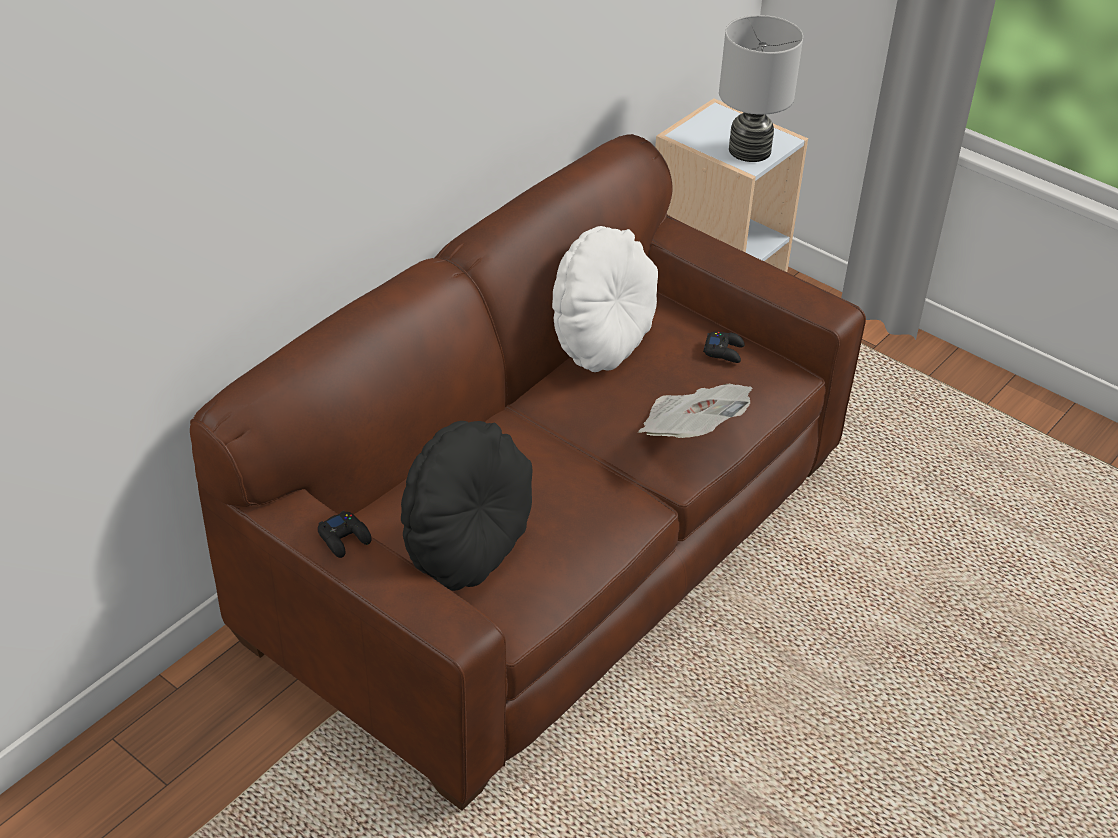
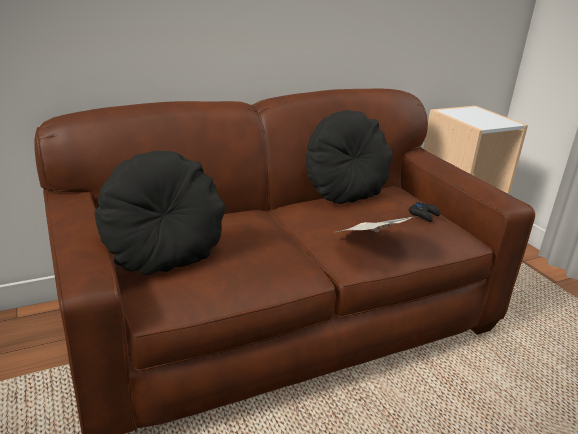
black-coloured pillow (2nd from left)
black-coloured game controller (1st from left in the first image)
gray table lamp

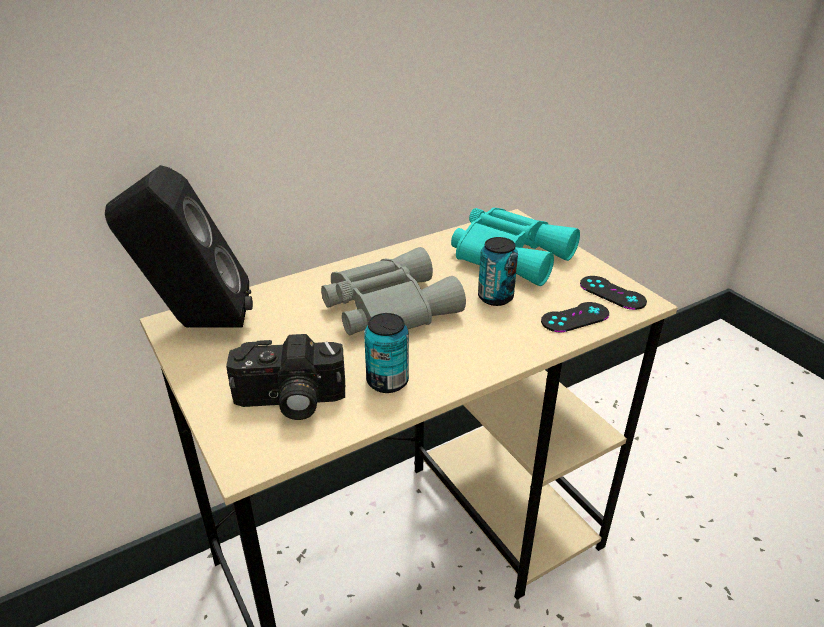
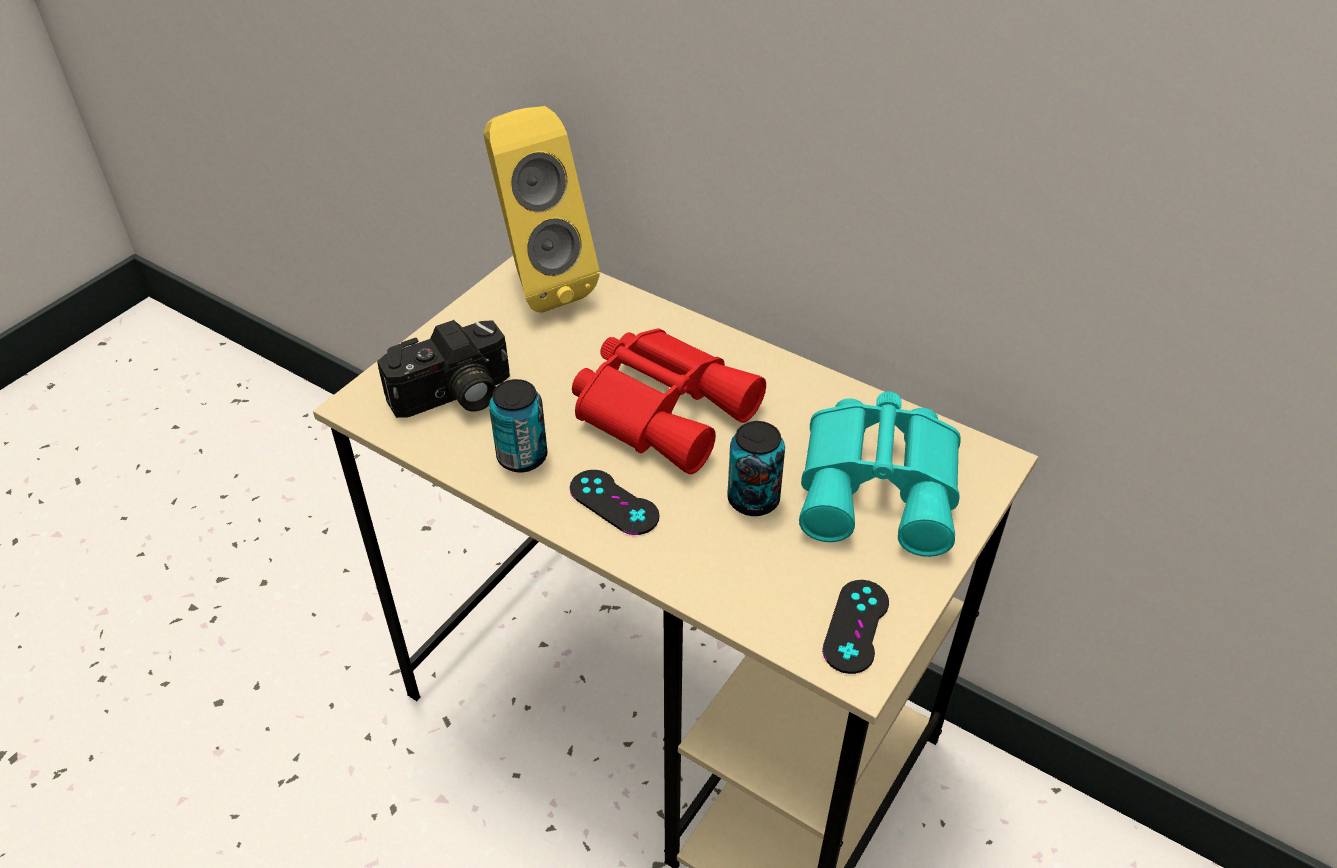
still camera
yellow-coloured audio speaker
black-coloured game controller (1st from left)
red-coloured pair of binoculars

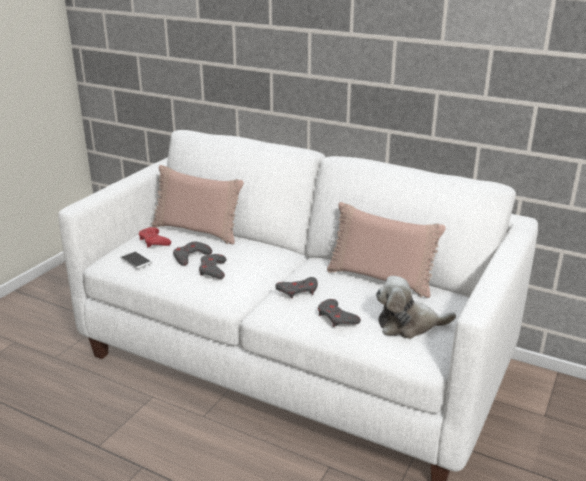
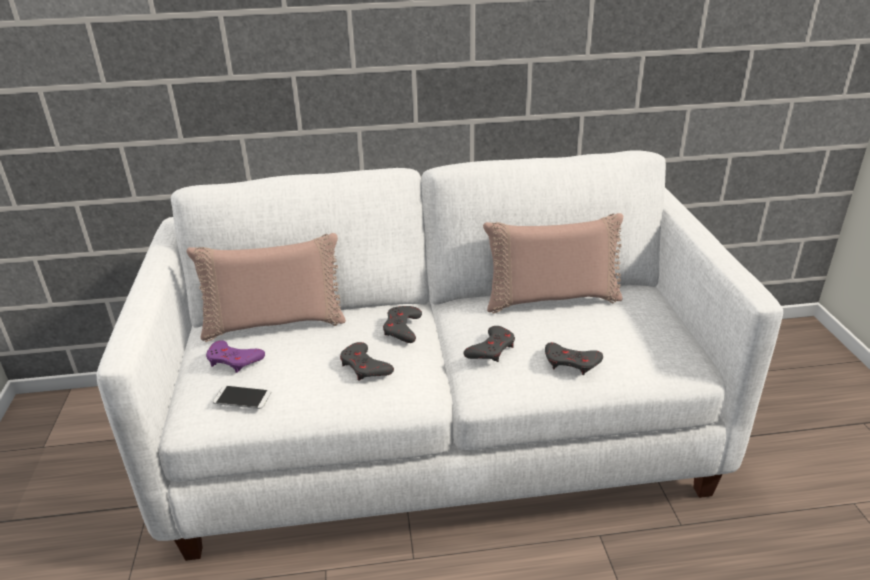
purple-coloured game controller
gray game controller (2nd from left)
cuddly toy

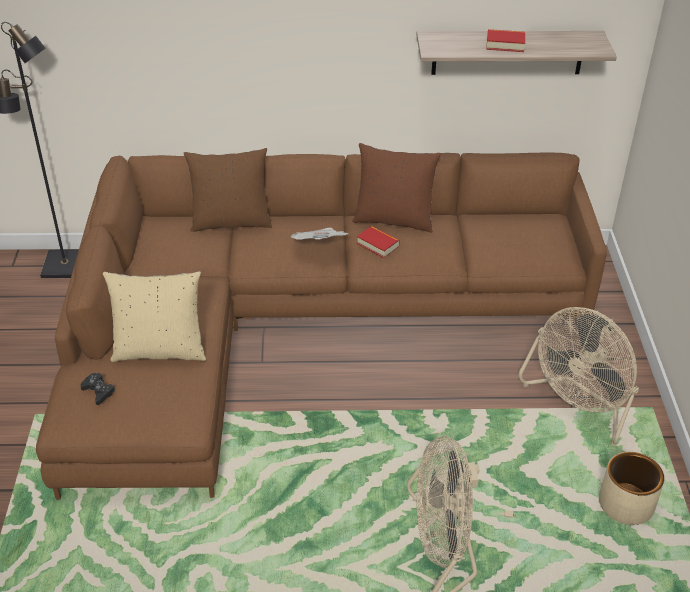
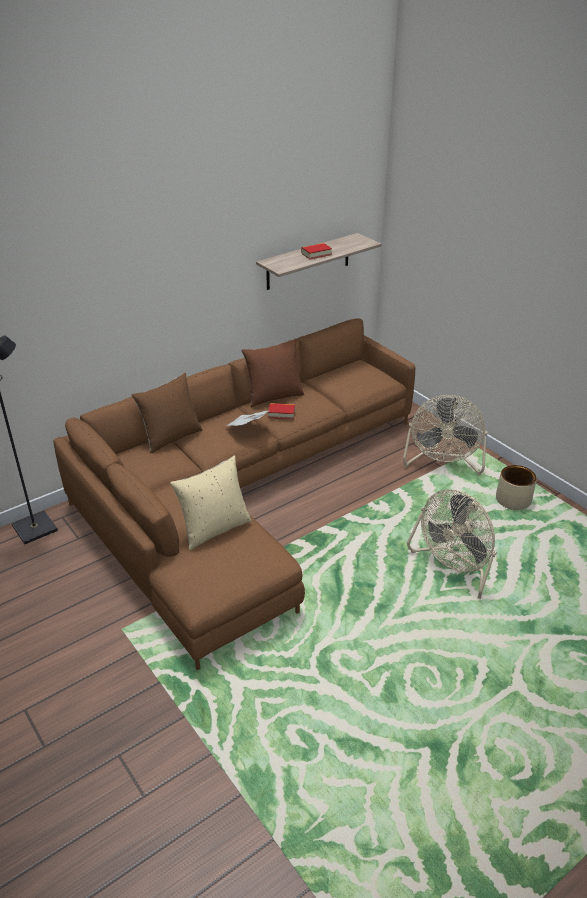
black-coloured game controller

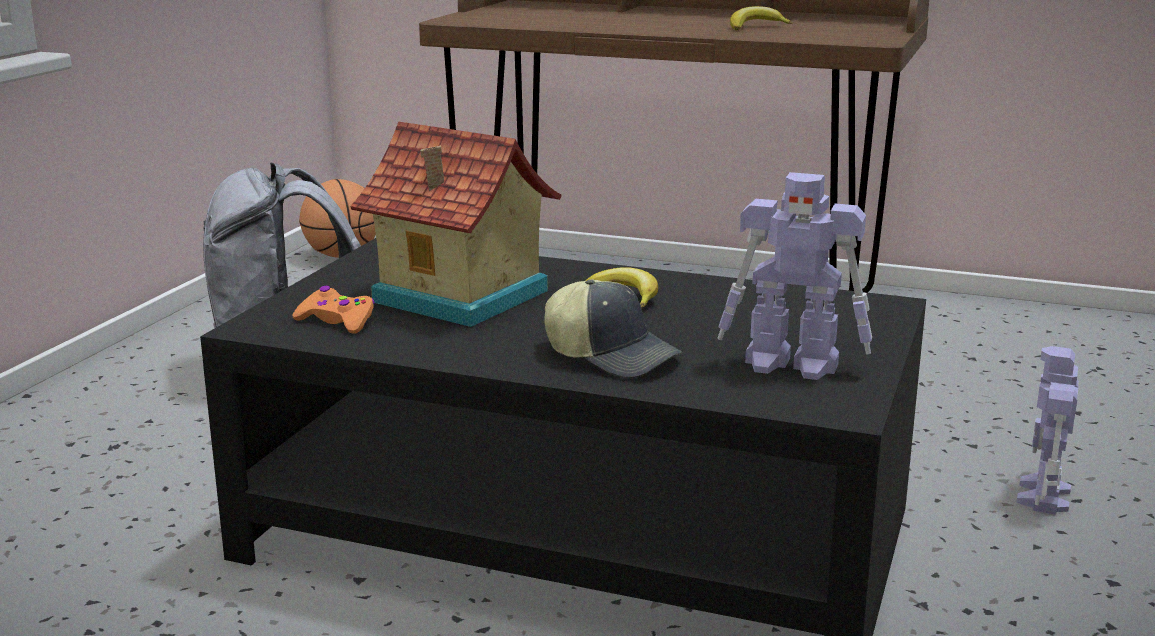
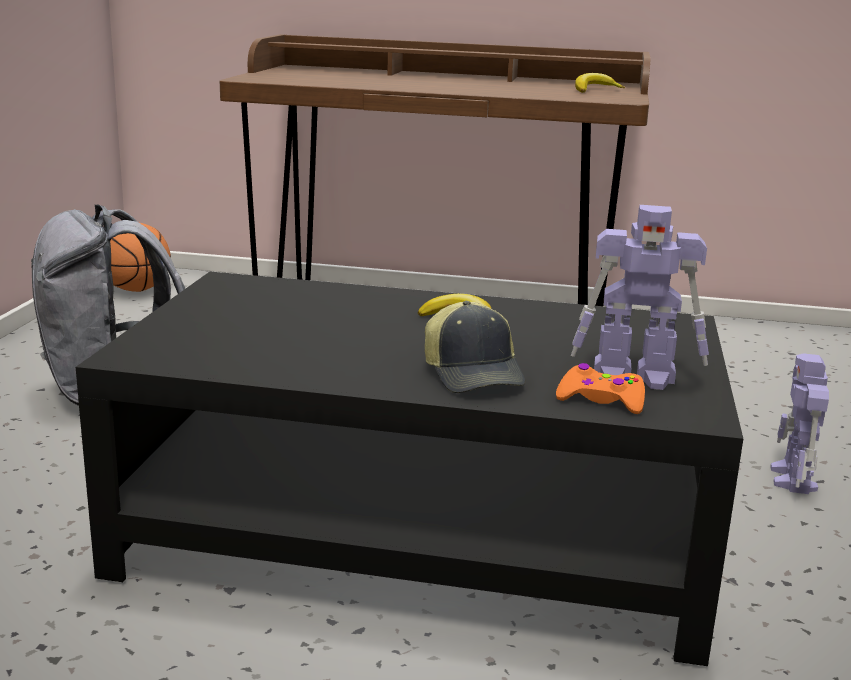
baseball cap
orange-coloured game controller
banana fruit (2nd from left)
miniature house

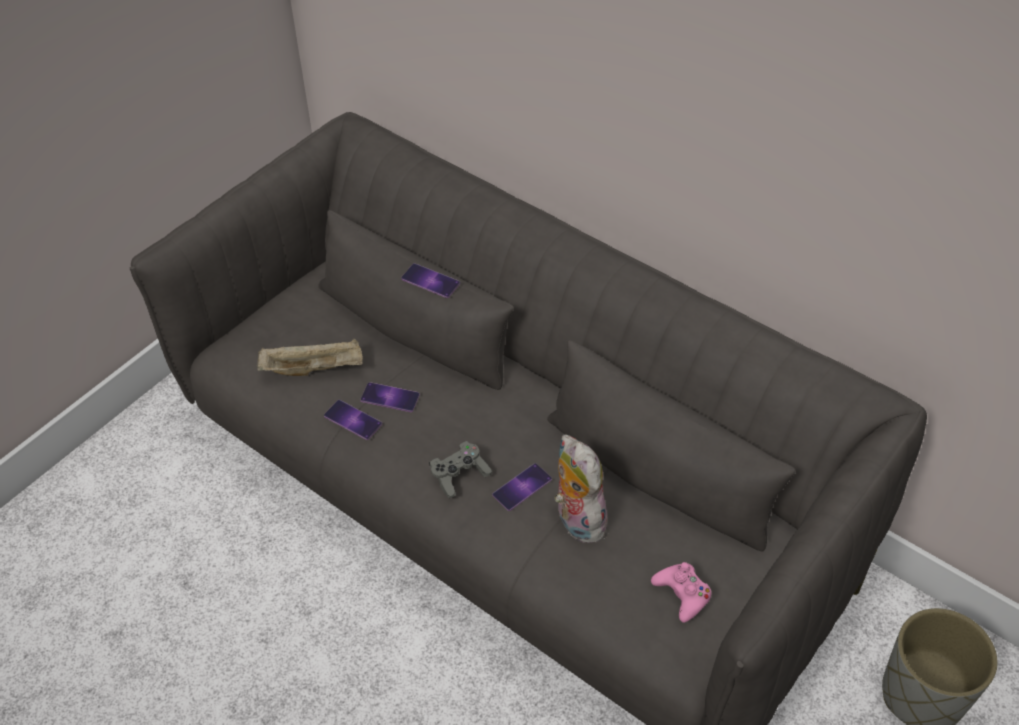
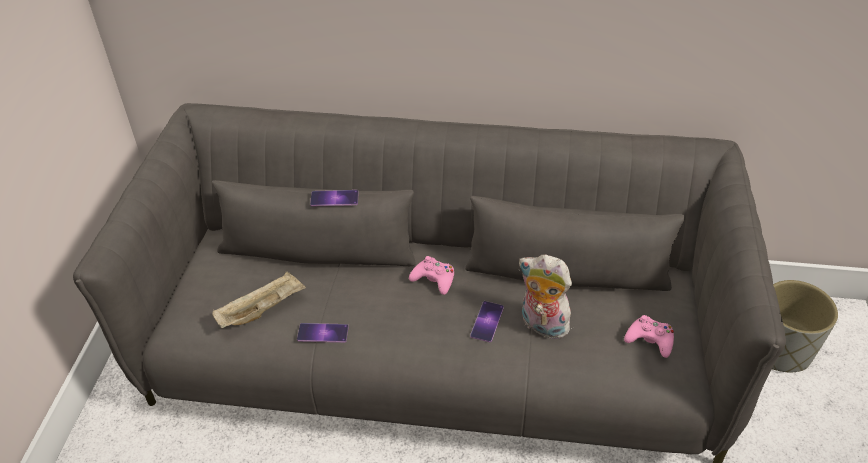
pinkish game controller (1st from left)
phone (2nd from left in the first image)
gray game controller

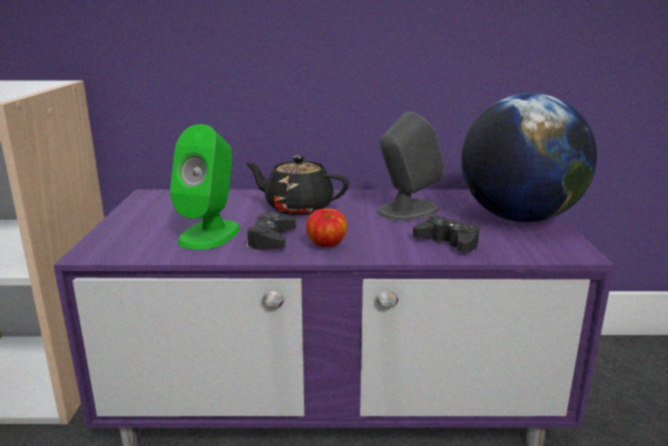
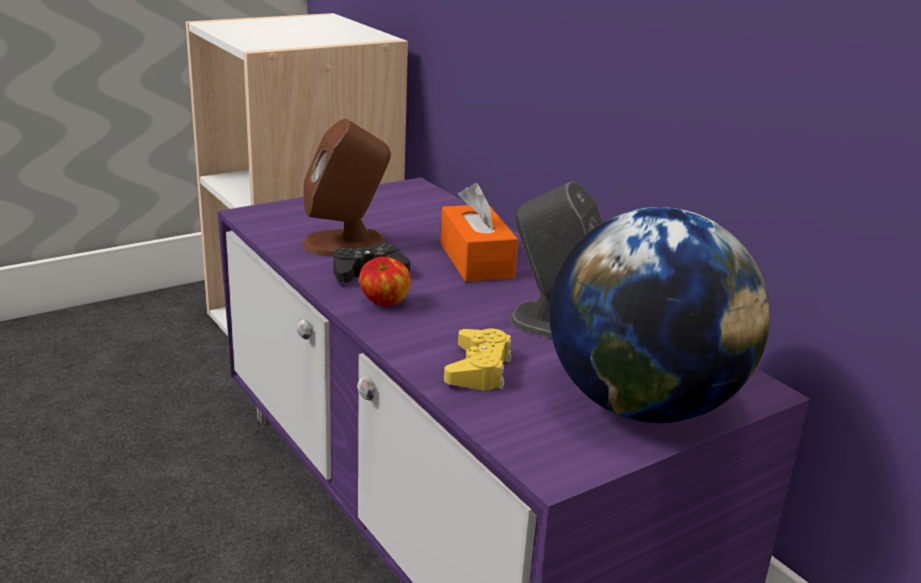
brown audio speaker
orange-coloured tissue box
yellow-coloured game controller

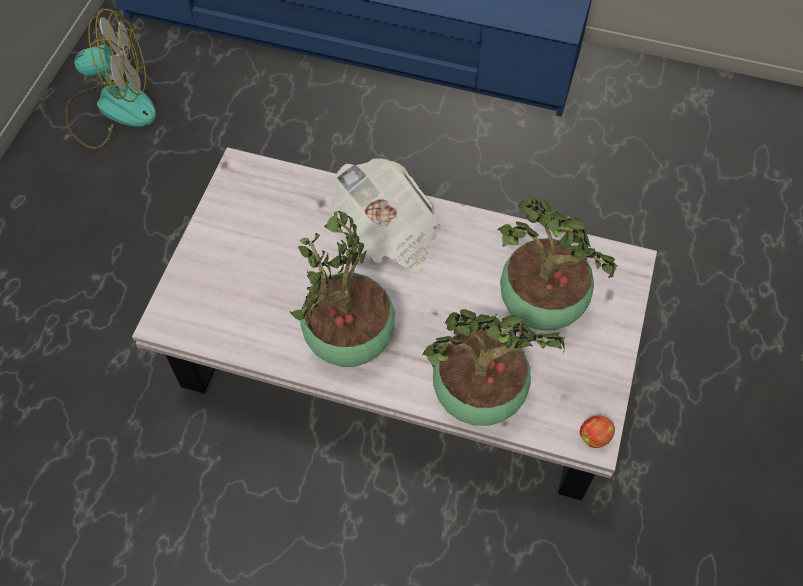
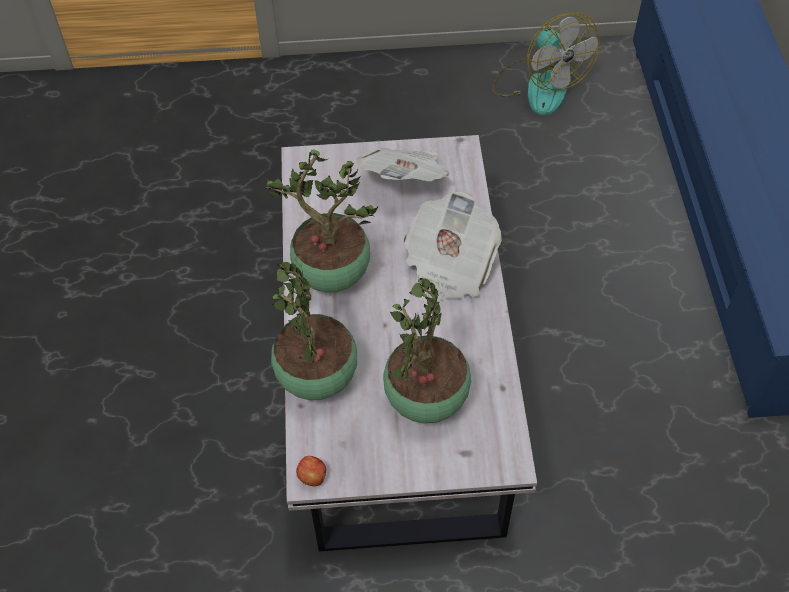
printed paper (1st from left)

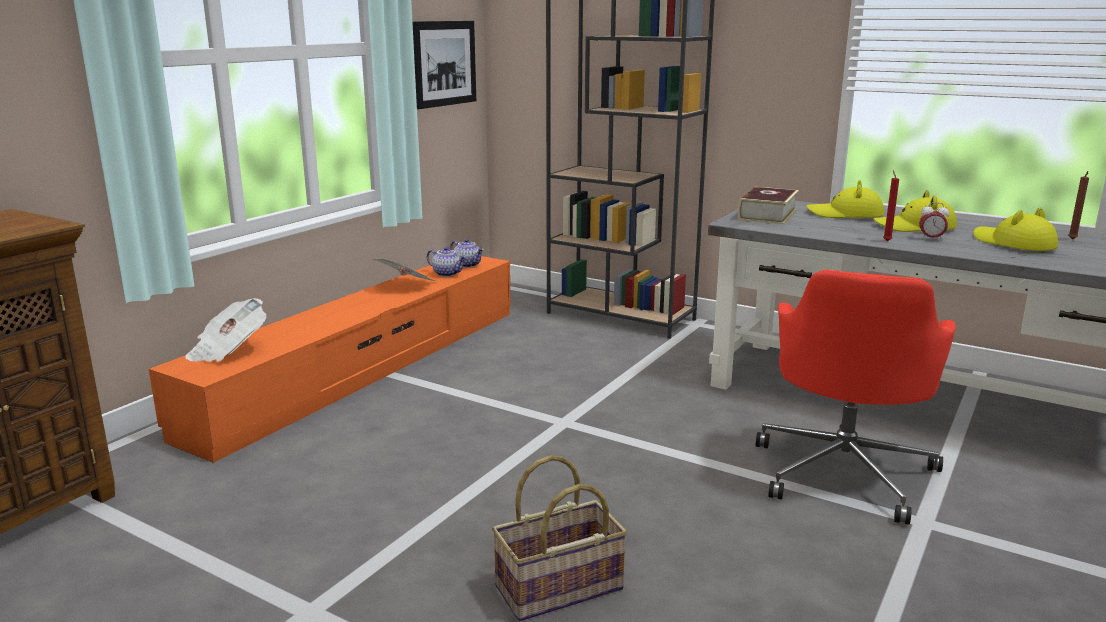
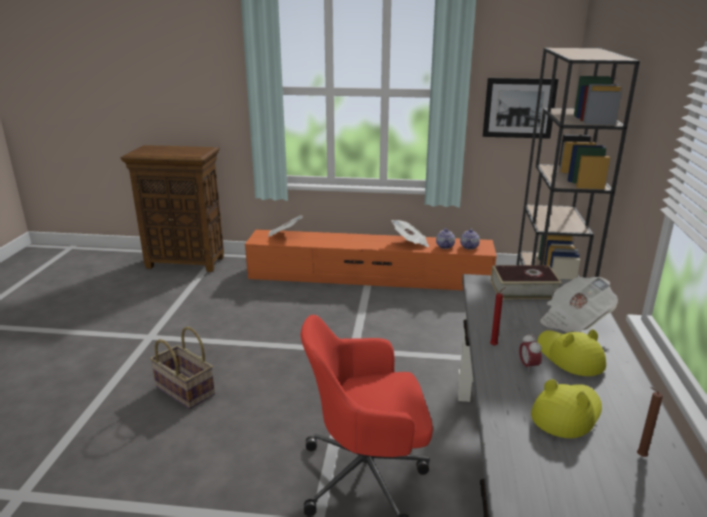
printed paper (3rd from left)

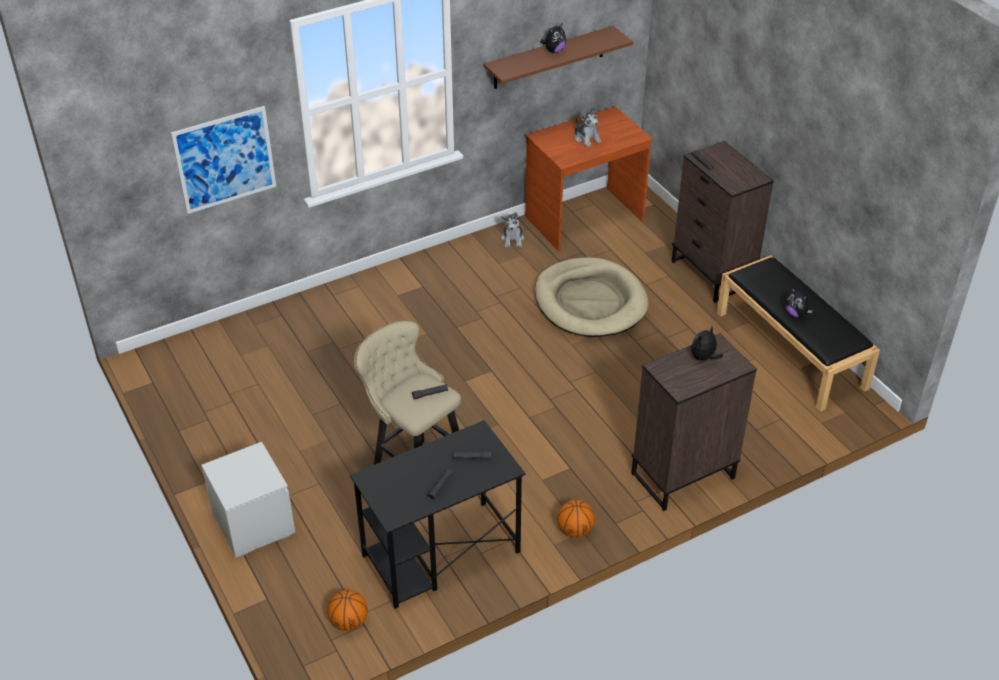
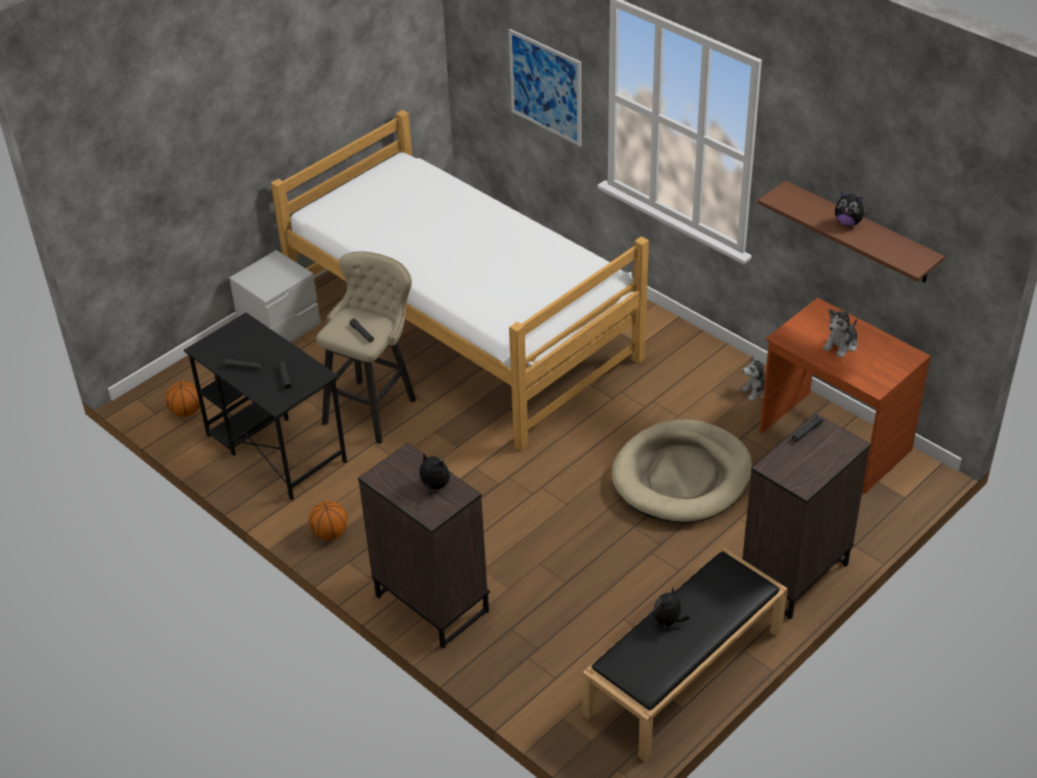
bedroom bed

